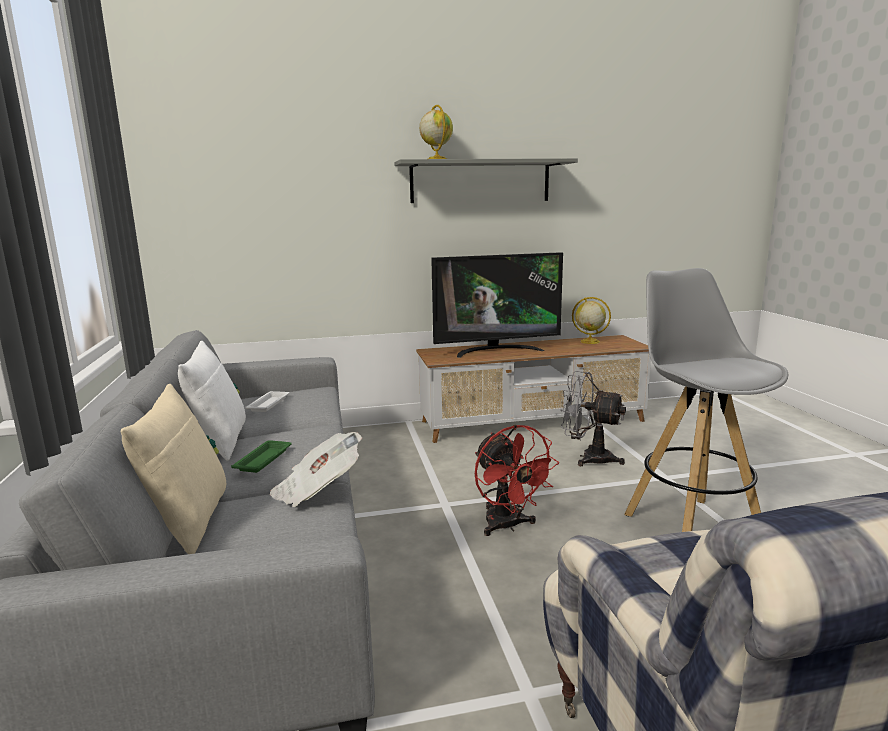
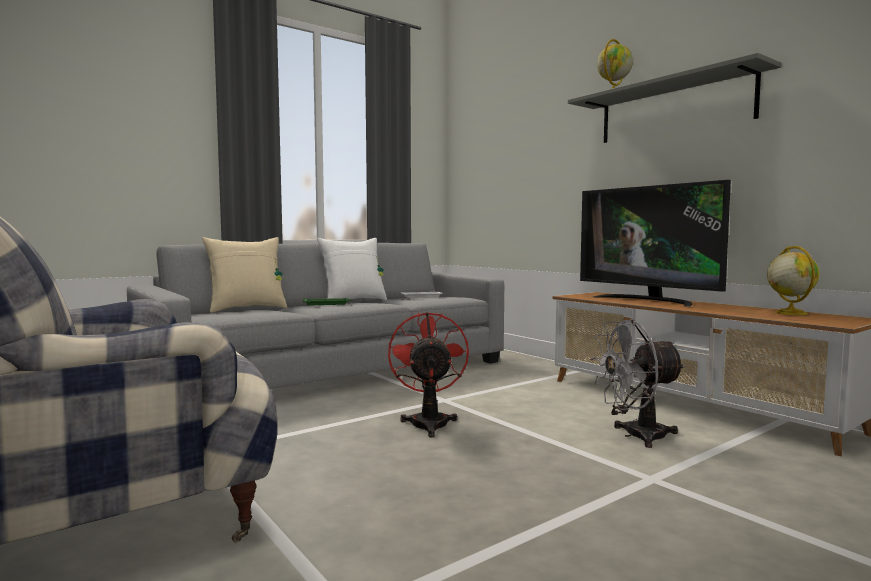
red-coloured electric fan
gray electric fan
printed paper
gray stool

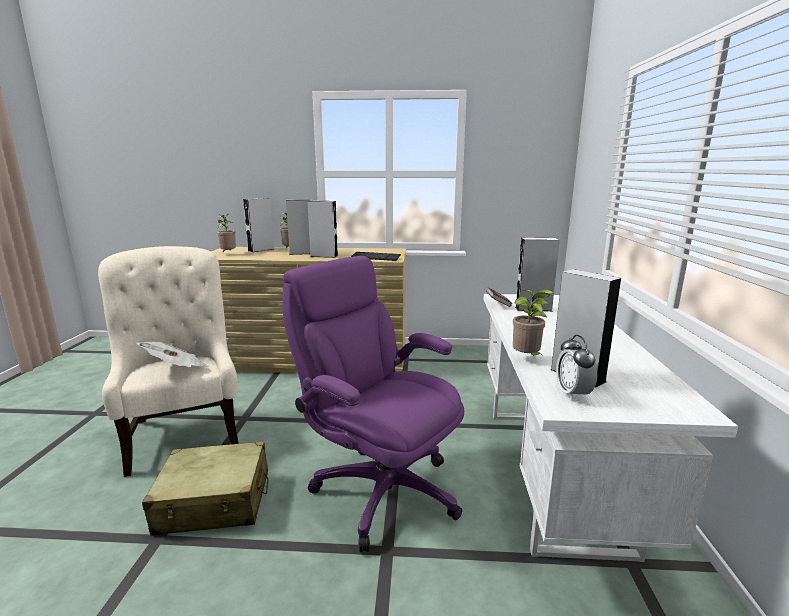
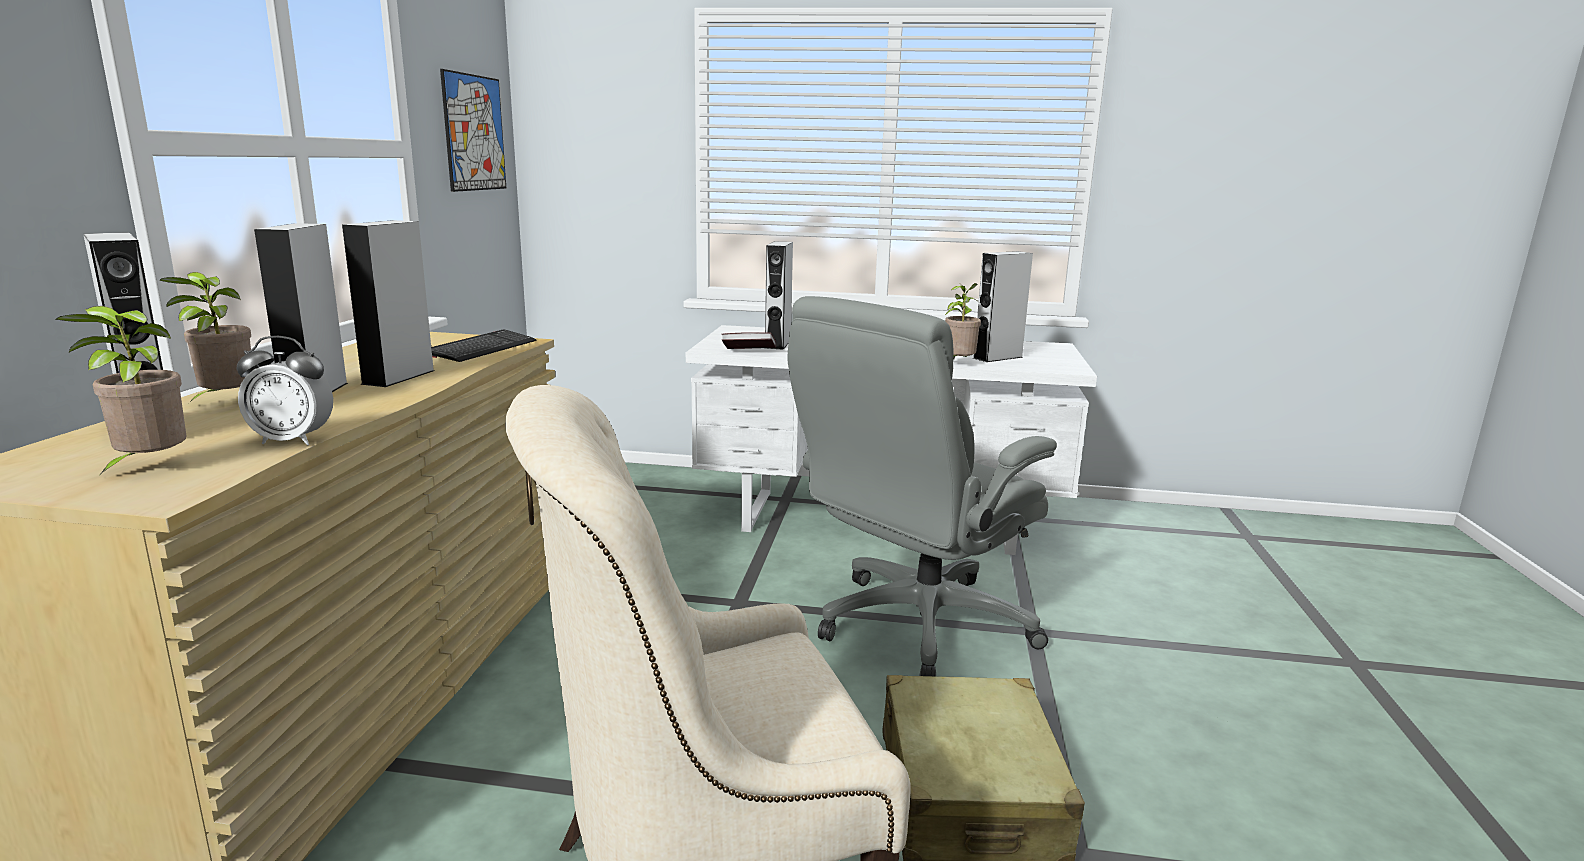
alarm clock
wall art
gray computer chair
printed paper

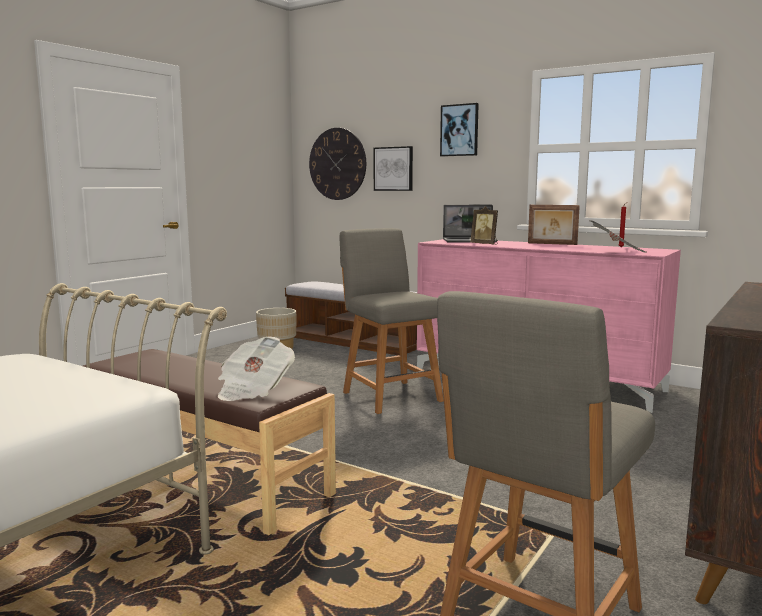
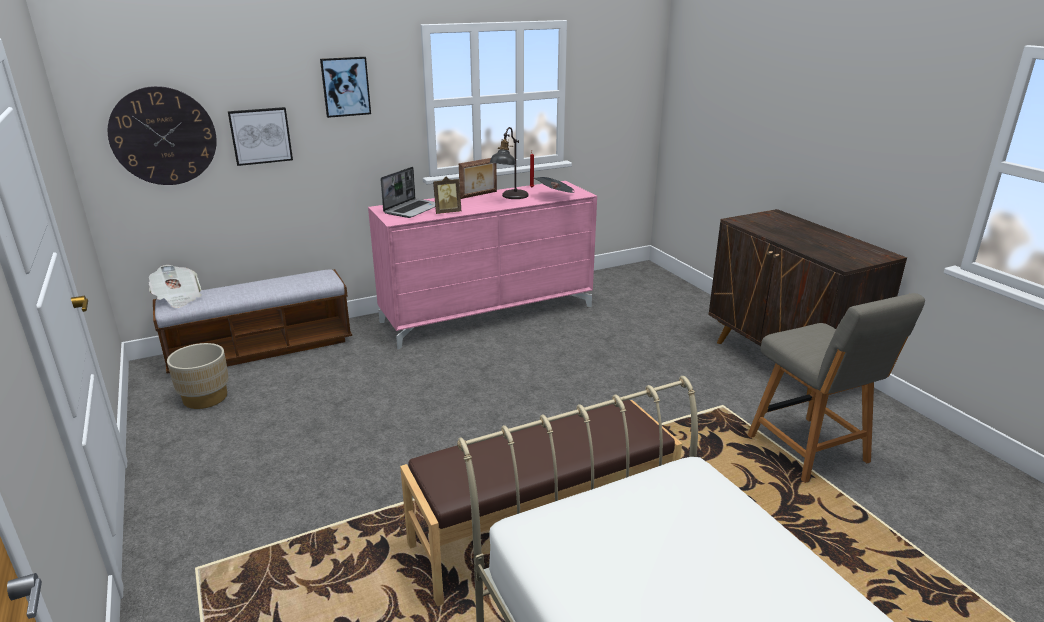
printed paper (1st from left)
gray table lamp
gray upright chair (1st from left in the first image)

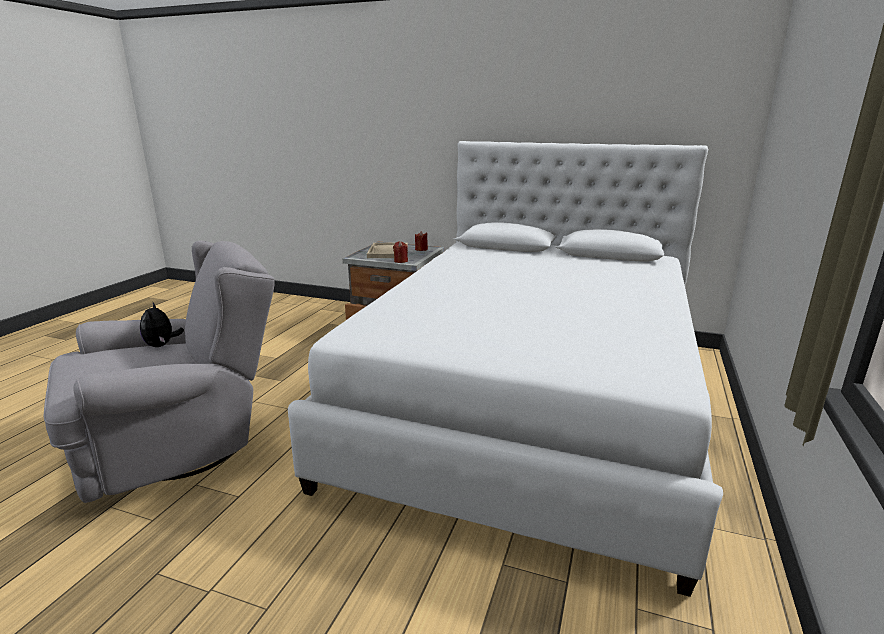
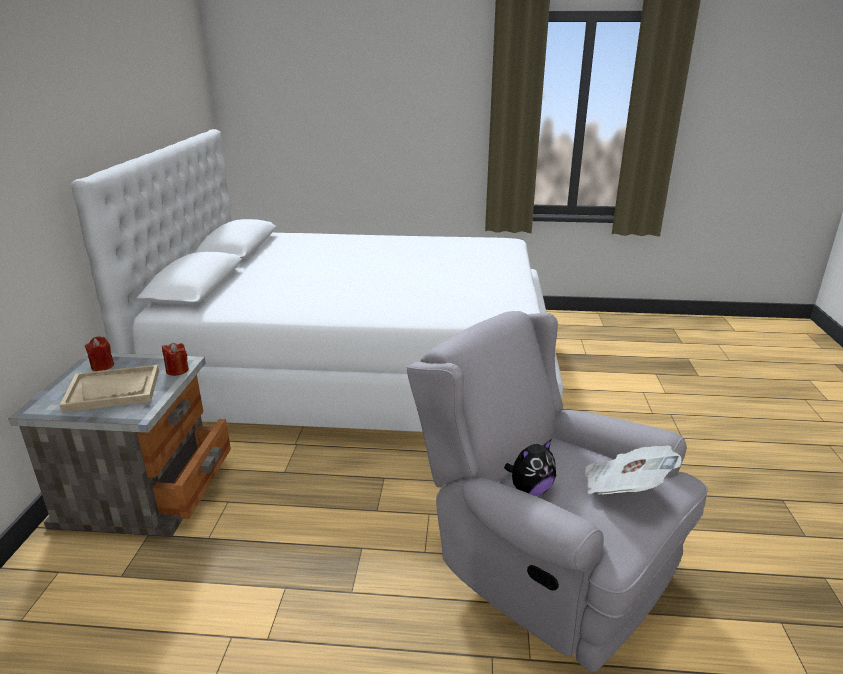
printed paper

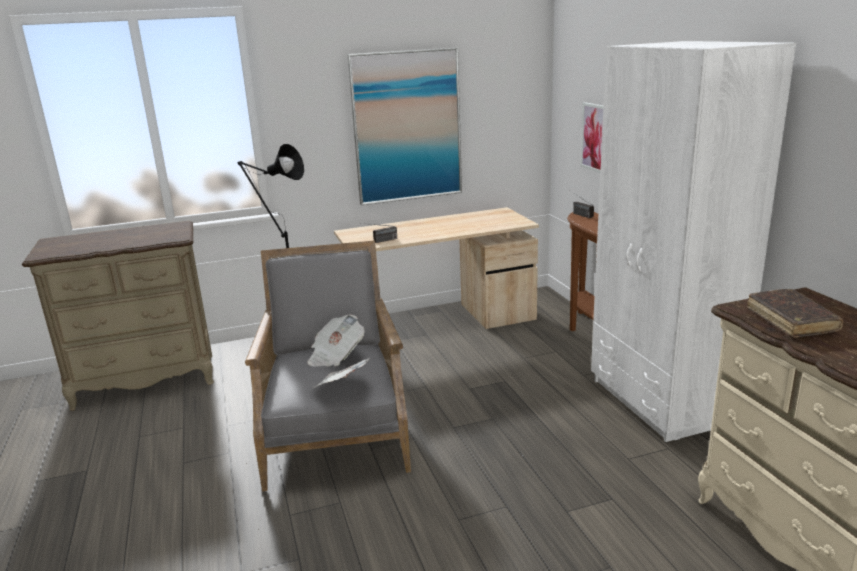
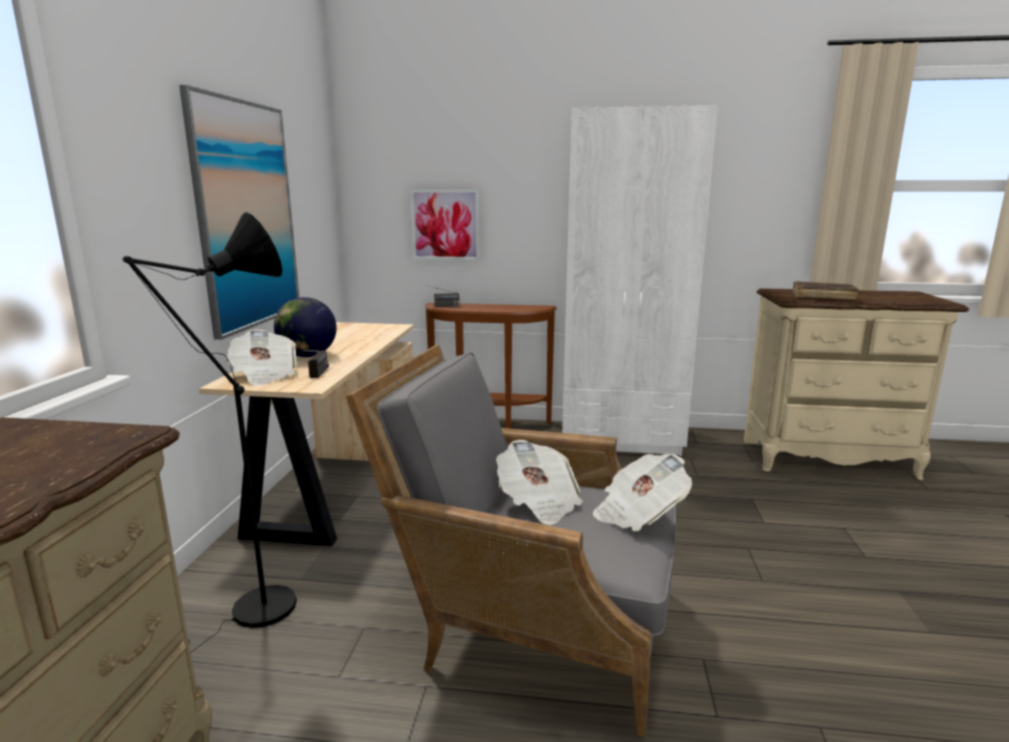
printed paper (1st from left)
desk globe

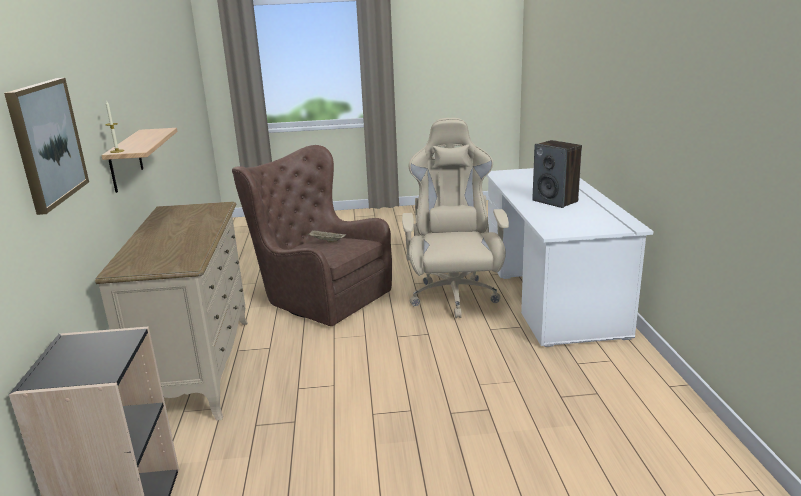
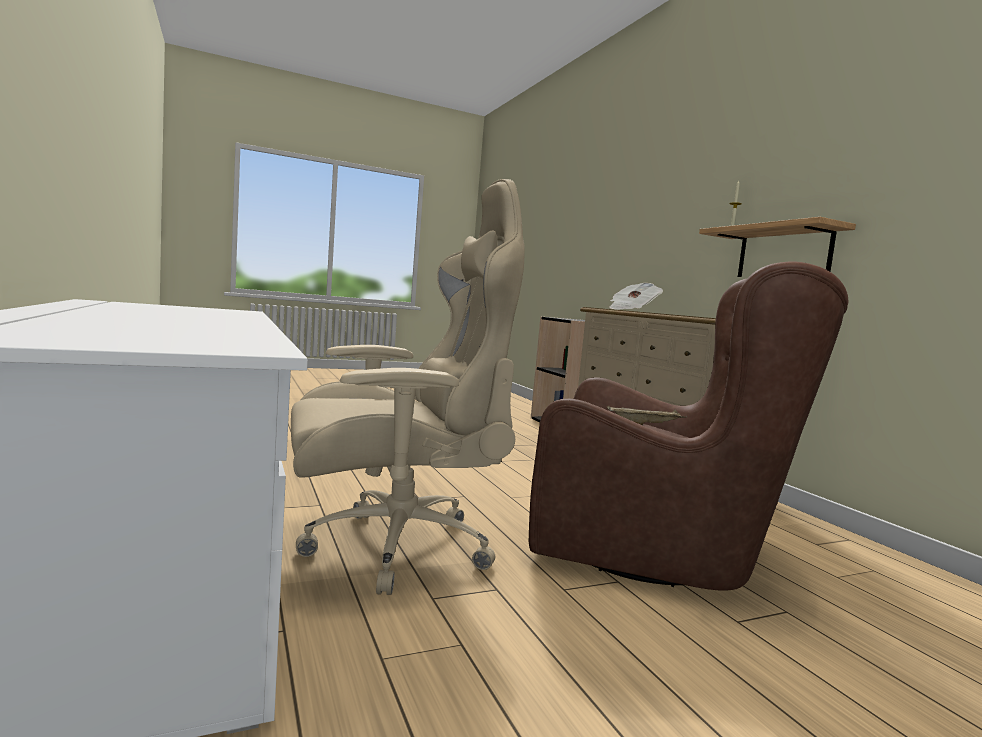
beige computer chair
printed paper
wall art
audio speaker

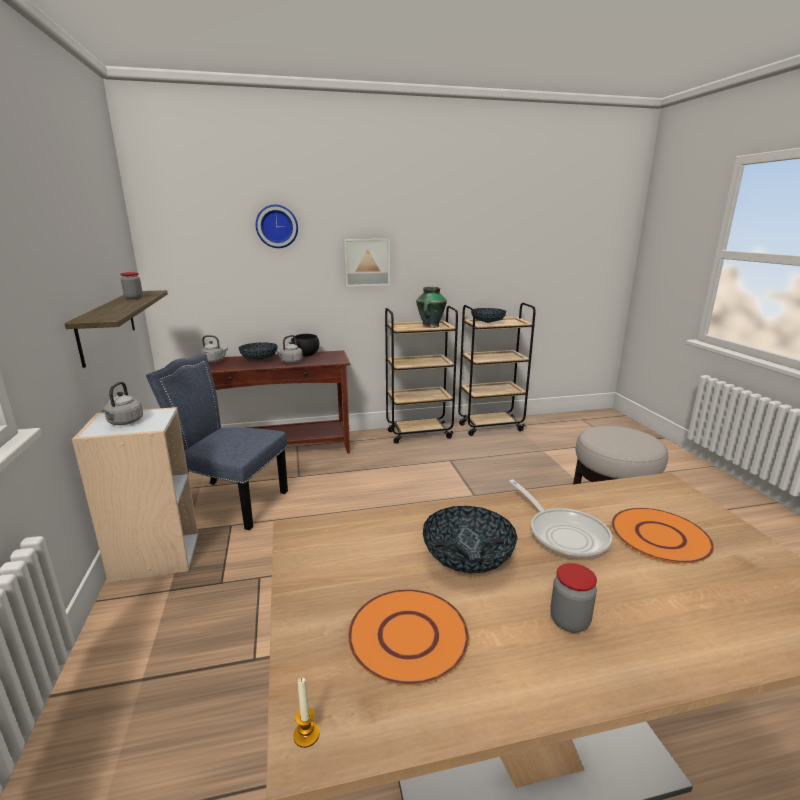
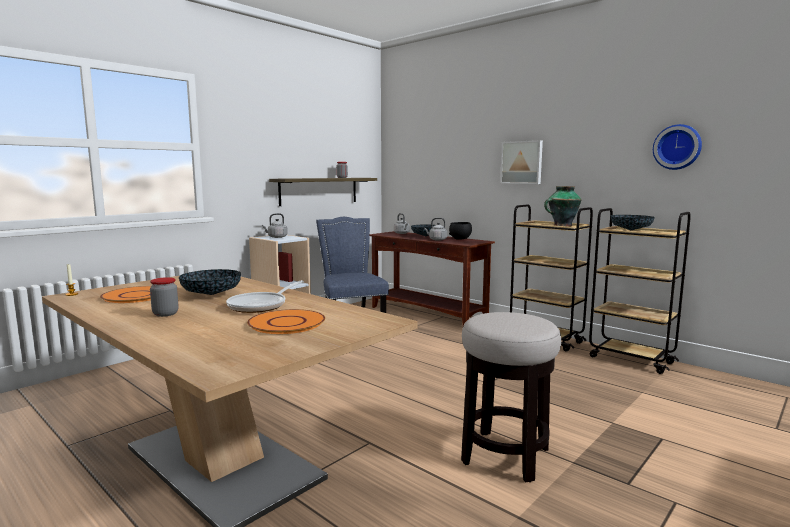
wall clock

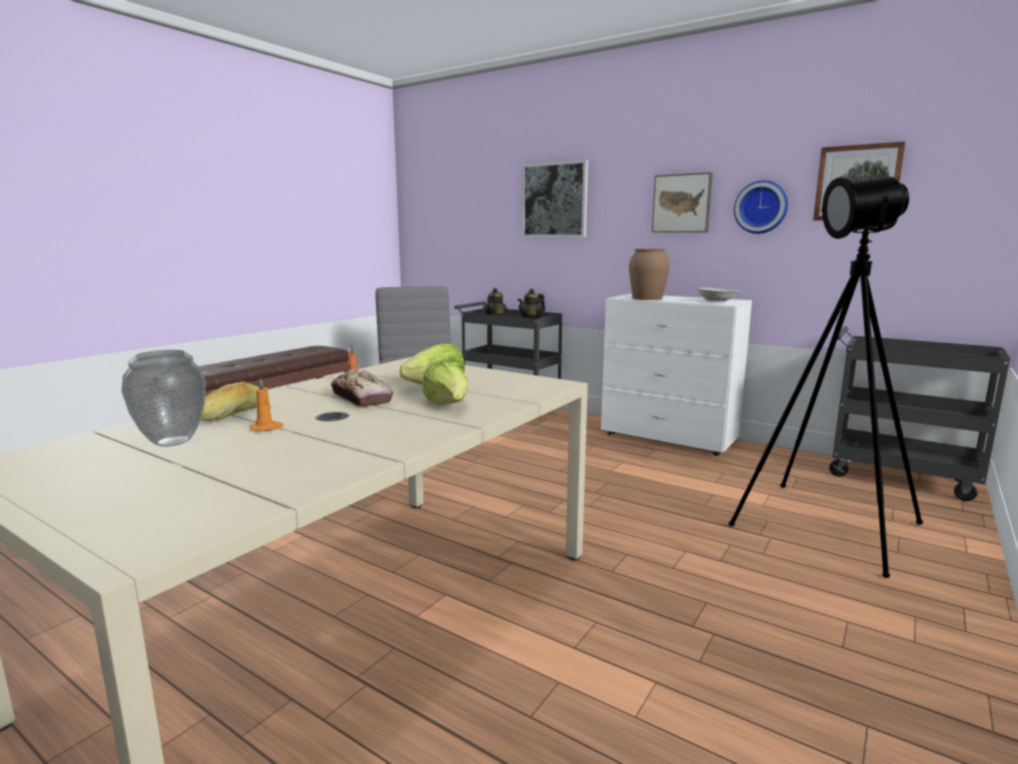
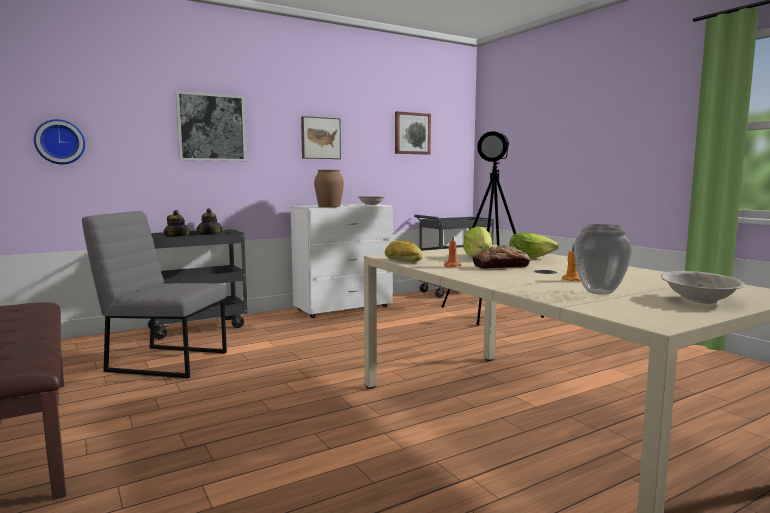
wall clock
bread (1st from left)
beige deep dish (2nd from left)

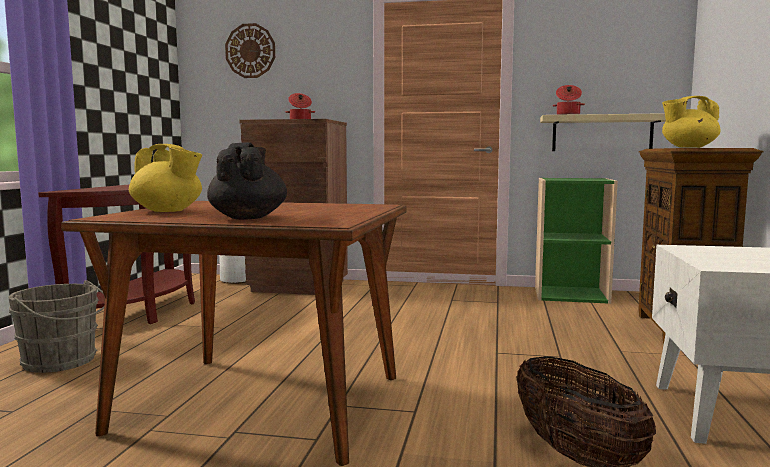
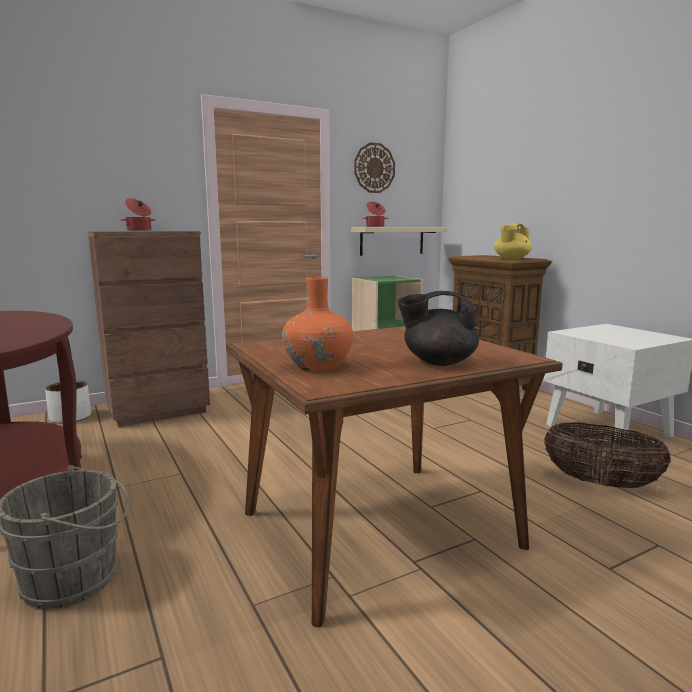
orange-coloured decorative vase
wall clock
black-coloured pot for tea

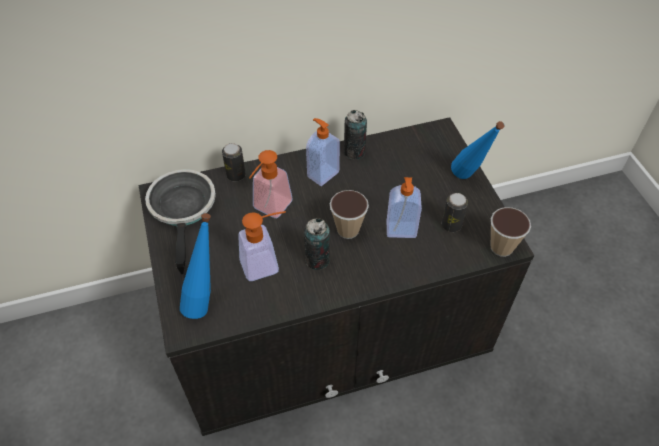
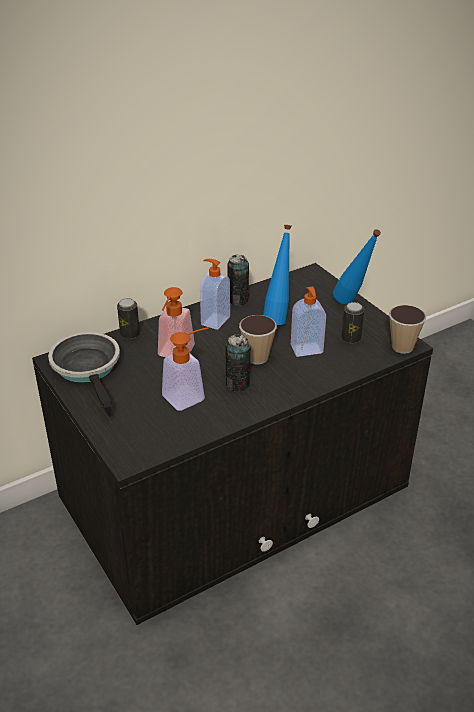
bluish beverage bottle (1st from left)

